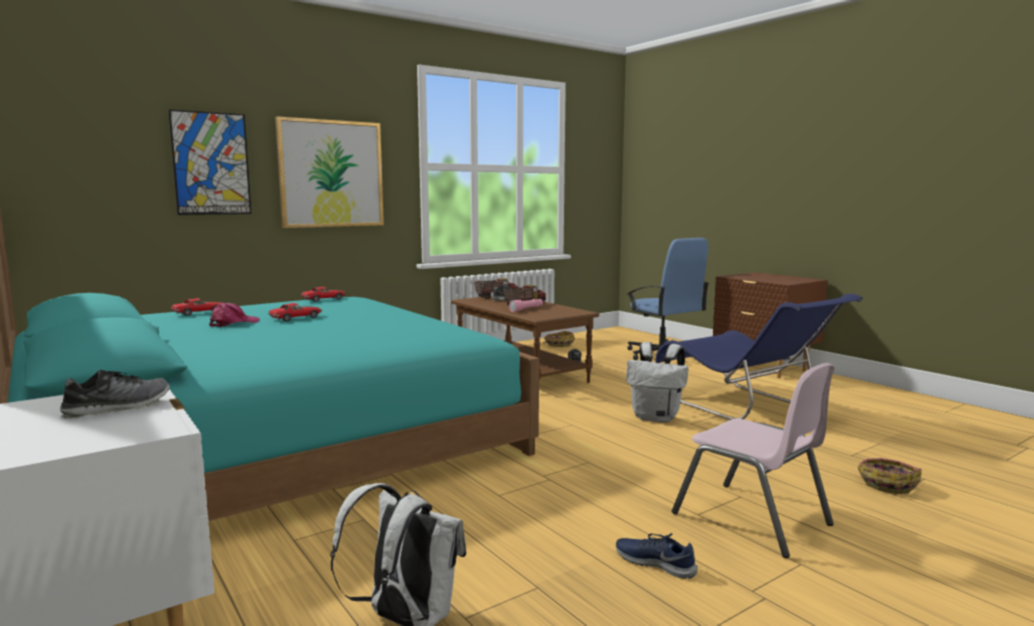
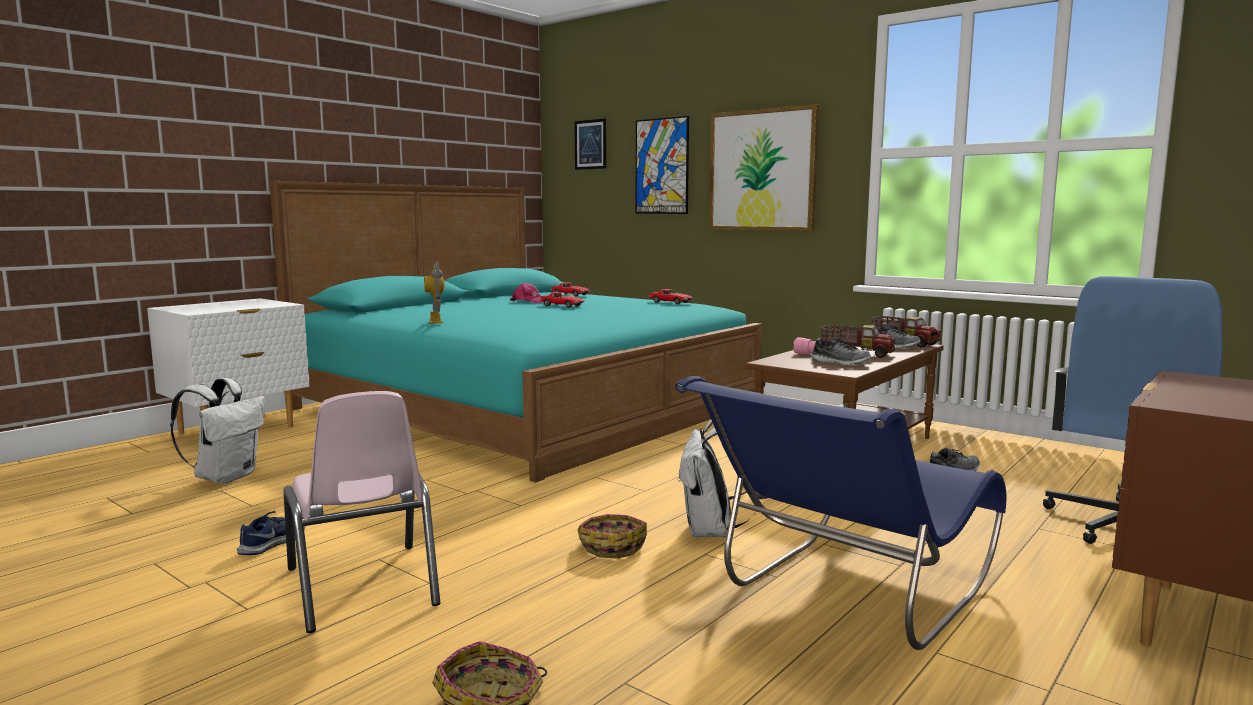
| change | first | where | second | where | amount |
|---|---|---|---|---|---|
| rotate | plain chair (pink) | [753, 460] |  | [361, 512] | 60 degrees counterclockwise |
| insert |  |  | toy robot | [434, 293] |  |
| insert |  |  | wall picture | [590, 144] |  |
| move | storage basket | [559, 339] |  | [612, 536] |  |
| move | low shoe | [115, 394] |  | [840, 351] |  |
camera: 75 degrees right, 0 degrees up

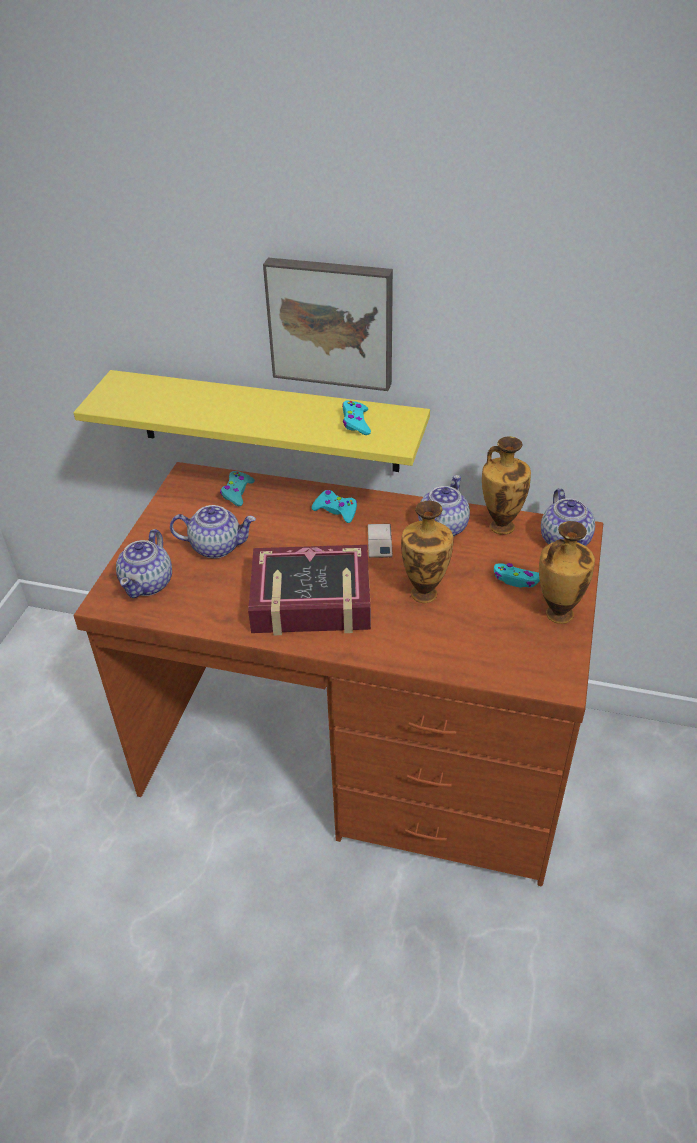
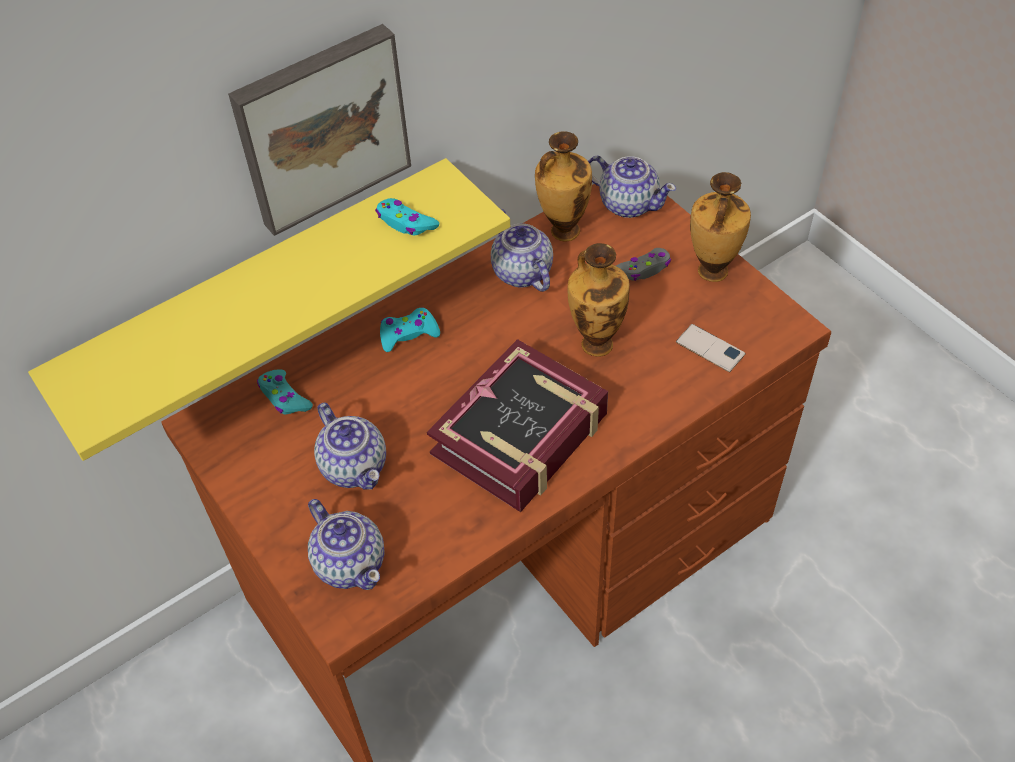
| change | first | where | second | where | amount |
|---|---|---|---|---|---|
| rotate | teapot | [213, 532] |  | [350, 446] | 105 degrees clockwise |
| recolor | joypad (turquoise) | [517, 575] | joypad (gray) | [643, 264] |  |
| move | phone | [380, 541] |  | [711, 348] |  |
camera: 50 degrees left, 10 degrees up

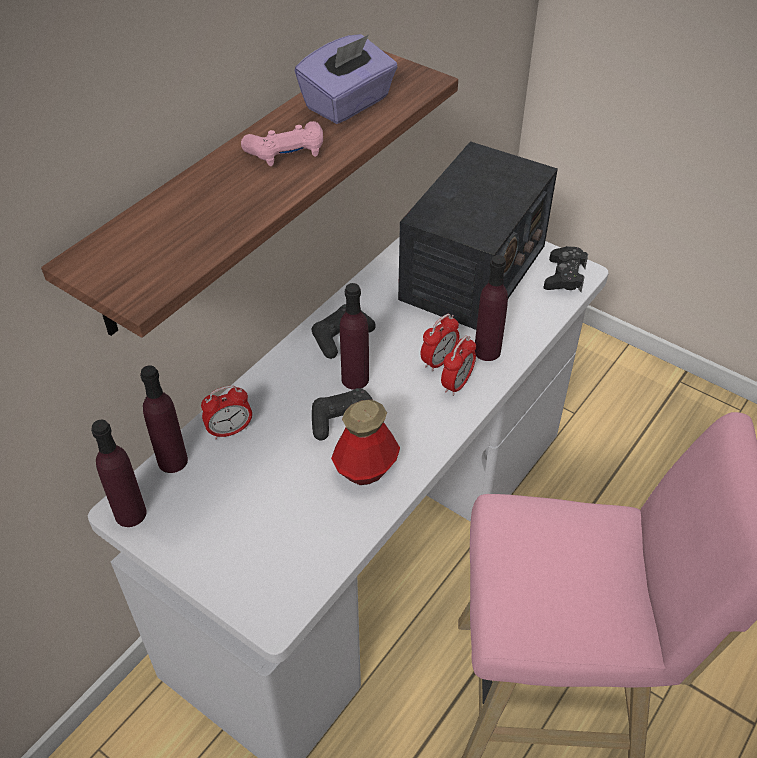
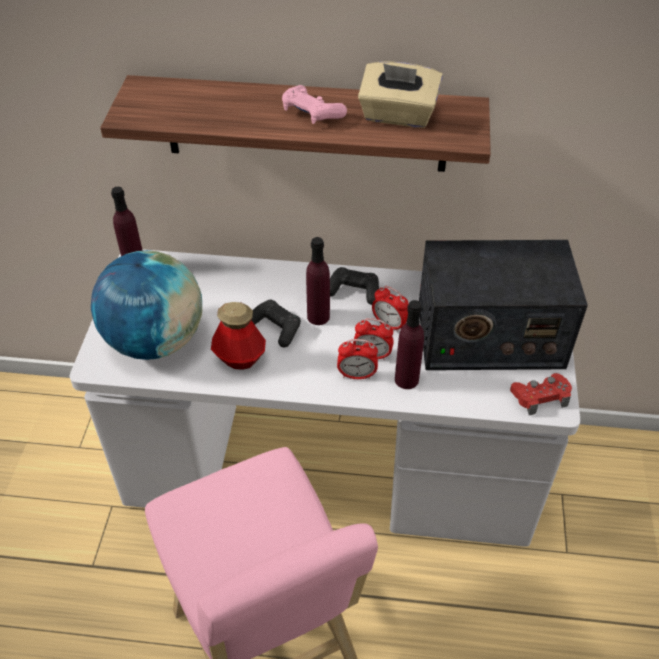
| change | first | where | second | where | amount |
|---|---|---|---|---|---|
| insert |  |  | desk globe | [146, 305] |  |
| recolor | tissue holder (purplish) | [346, 79] | tissue holder (beige-coloured) | [400, 95] |  |
| move | table clock | [226, 412] |  | [390, 309] |  |
| recolor | joypad (blackish) | [566, 269] | joypad (red-coloured) | [541, 394] |  |
| delete | drink bottle (purplish) | [164, 419] |  |  |  |
camera: 60 degrees right, 0 degrees up

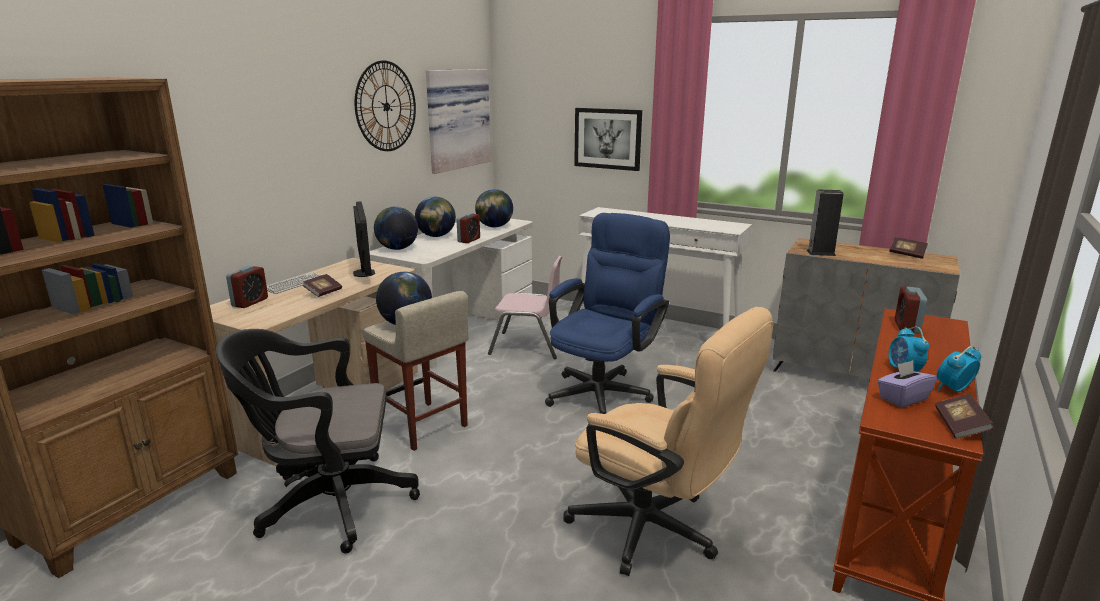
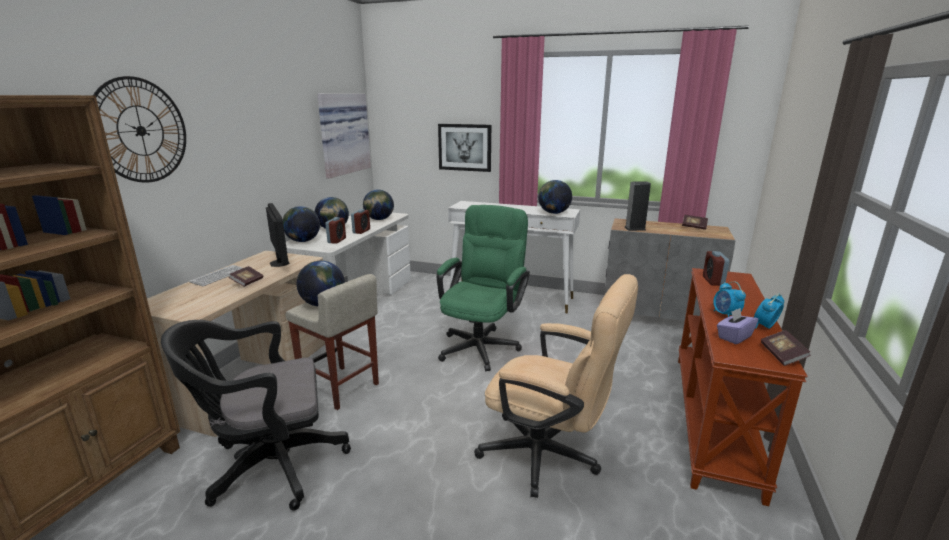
| change | first | where | second | where | amount |
|---|---|---|---|---|---|
| move | clock on the wall | [385, 105] |  | [139, 129] |  |
| move | table clock | [247, 287] |  | [335, 230] |  |
| recolor | computer chair (blue-coloured) | [607, 313] | computer chair (greenish) | [483, 288] |  |
| insert |  |  | desk globe | [555, 197] |  |
| delete | plain chair (pink) | [525, 307] |  |  |  |
camera: 10 degrees left, 0 degrees up

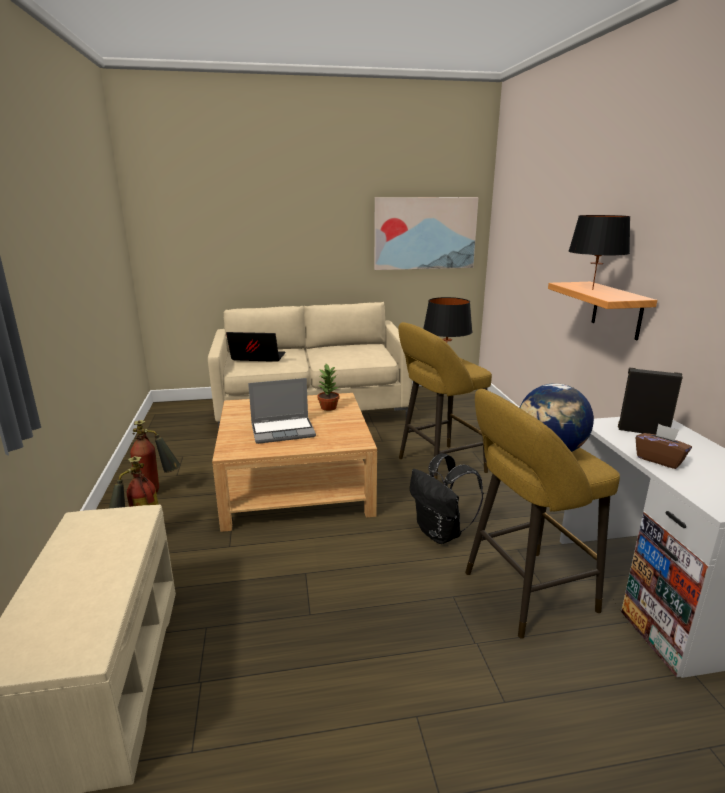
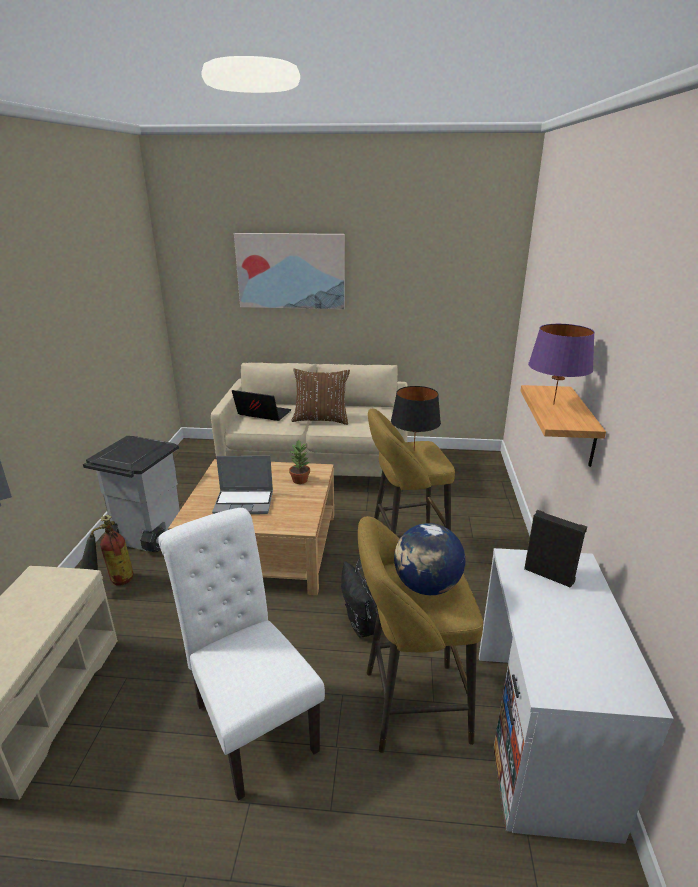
| change | first | where | second | where | amount |
|---|---|---|---|---|---|
| replace | extinguisher | [155, 456] | rubbish bin (gray) | [131, 494] |  |
| insert |  |  | plain chair (white) | [241, 654] |  |
| move | wall picture | [426, 233] |  | [289, 271] |  |
| insert |  |  | pillow (brownish) | [320, 397] |  |
| recolor | lamp for a table (blackish) | [599, 252] | lamp for a table (purplish) | [561, 364] |  |
| delete | tissue holder (brownish) | [664, 446] |  |  |  |
camera: 15 degrees right, 5 degrees up

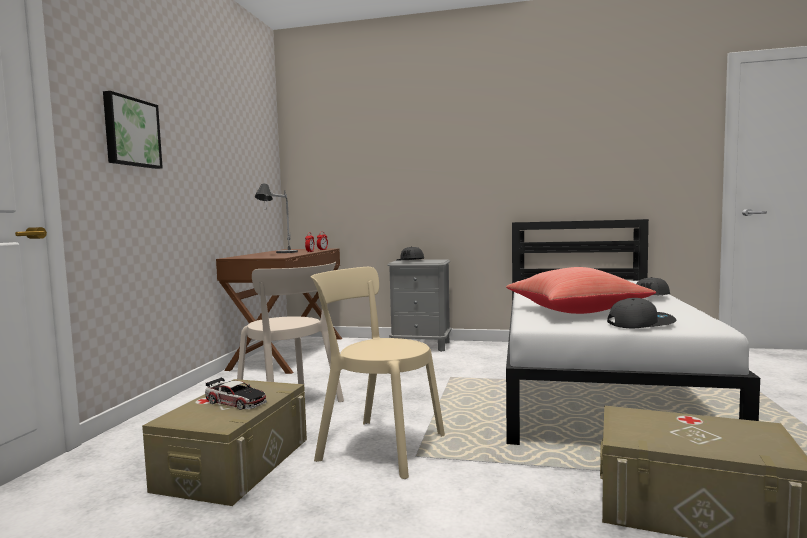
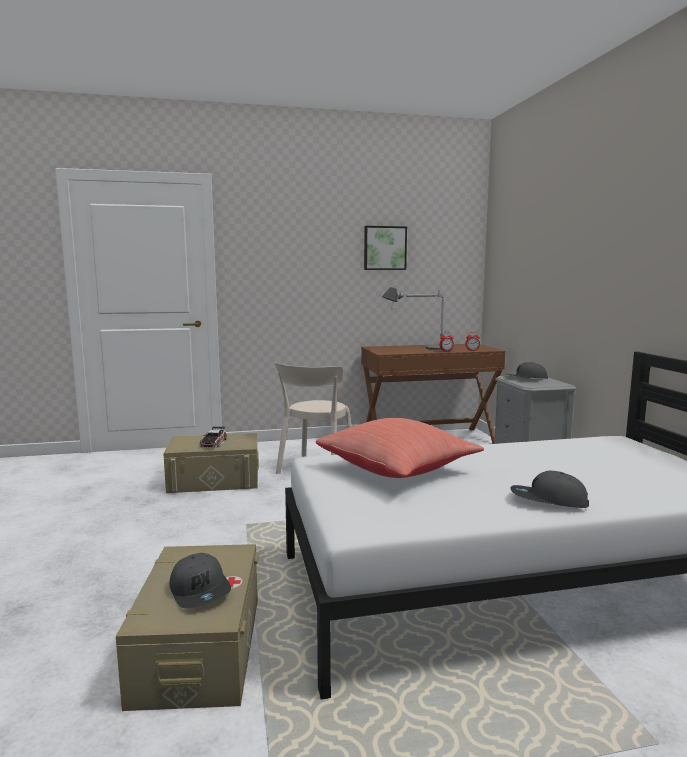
| change | first | where | second | where | amount |
|---|---|---|---|---|---|
| move | baseball cap (gray) | [642, 313] |  | [200, 581] |  |
| move | wall picture | [133, 130] |  | [385, 248] |  |
| delete | plain chair (beige-coloured) | [378, 373] |  |  |  |
camera: 65 degrees right, 5 degrees up

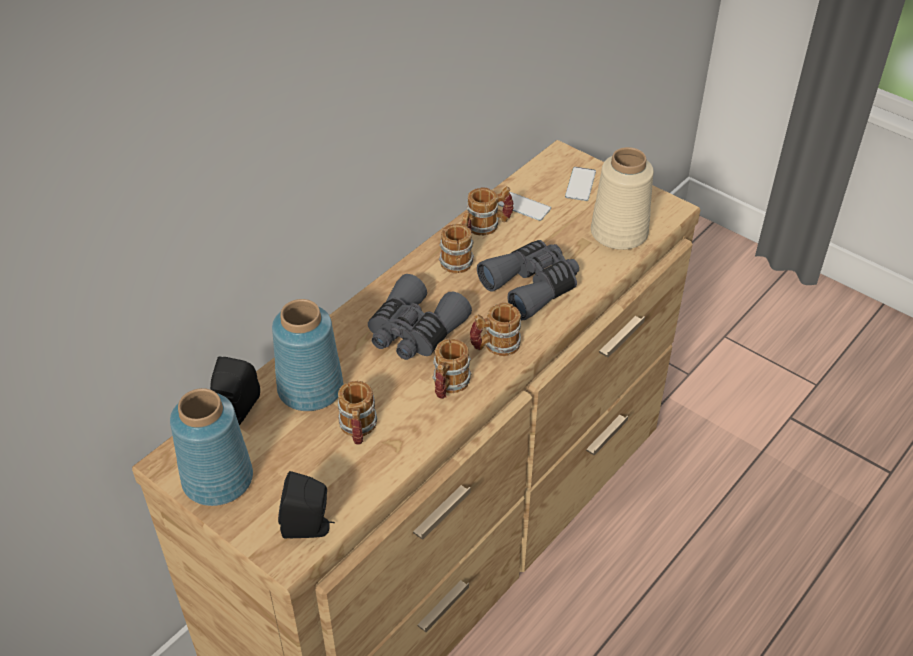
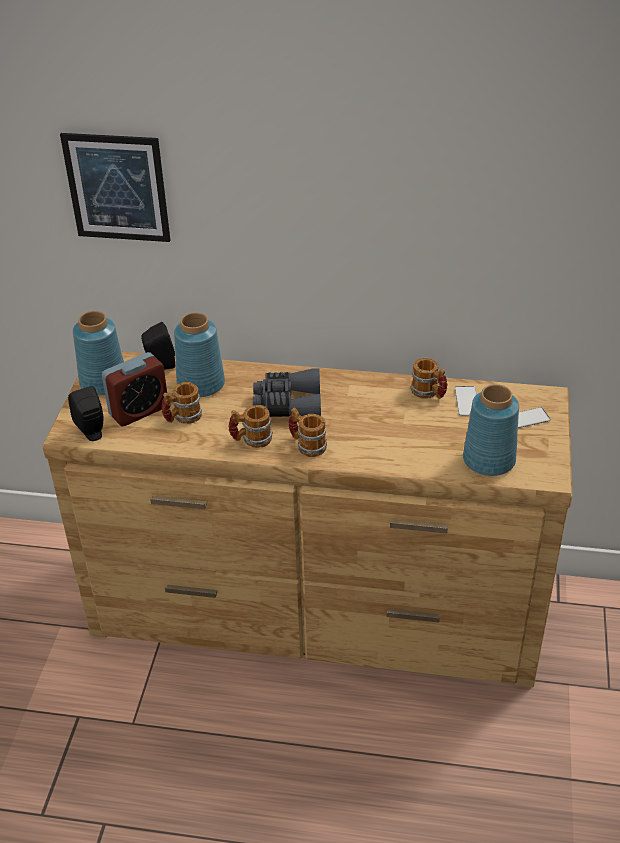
| change | first | where | second | where | amount |
|---|---|---|---|---|---|
| insert |  |  | wall picture | [115, 187] |  |
| insert |  |  | table clock | [134, 389] |  |
| recolor | vase (beige-coloured) | [622, 198] | vase (blue-coloured) | [491, 430] |  |
| delete | mug | [456, 242] |  |  |  |
| delete | pair of binoculars (gray) | [528, 280] |  |  |  |
camera: 60 degrees right, 5 degrees down

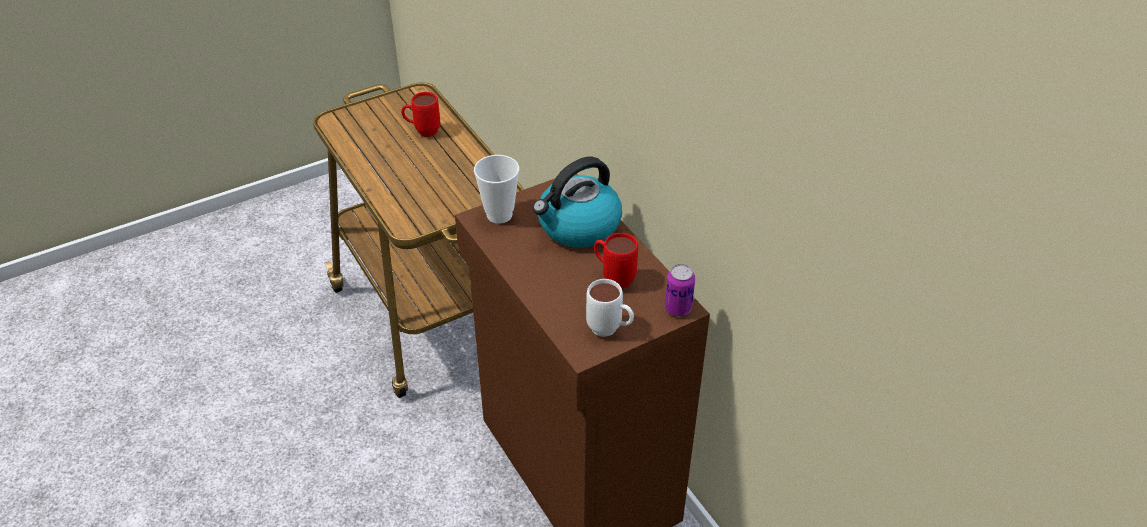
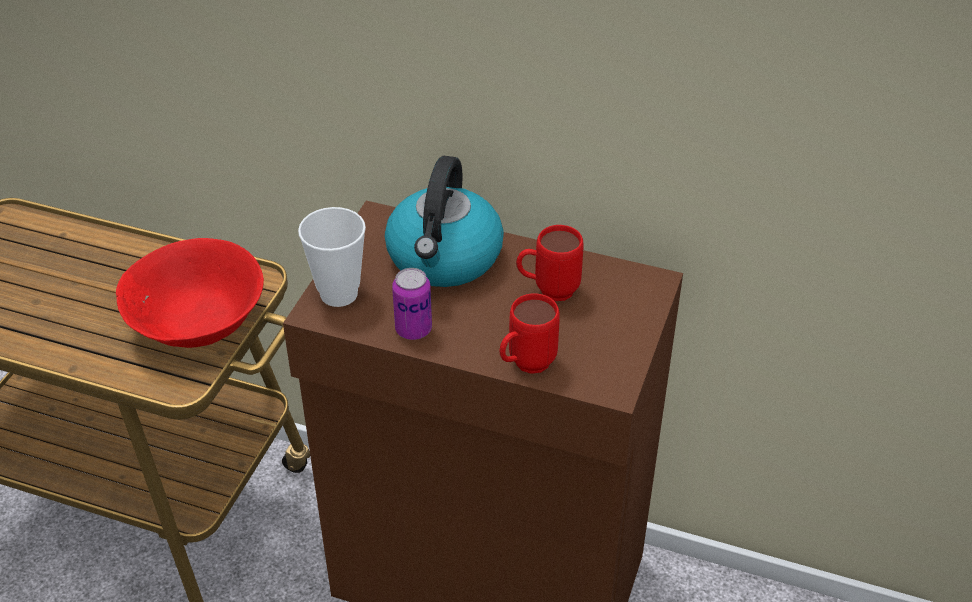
| change | first | where | second | where | amount |
|---|---|---|---|---|---|
| insert |  |  | deep dish (red-coloured) | [190, 293] |  |
| move | metal can | [680, 290] |  | [412, 304] |  |
| move | mug (red-coloured) | [420, 114] |  | [529, 333] |  |
| delete | mug (white) | [610, 308] |  |  |  |
camera: 40 degrees left, 0 degrees up

